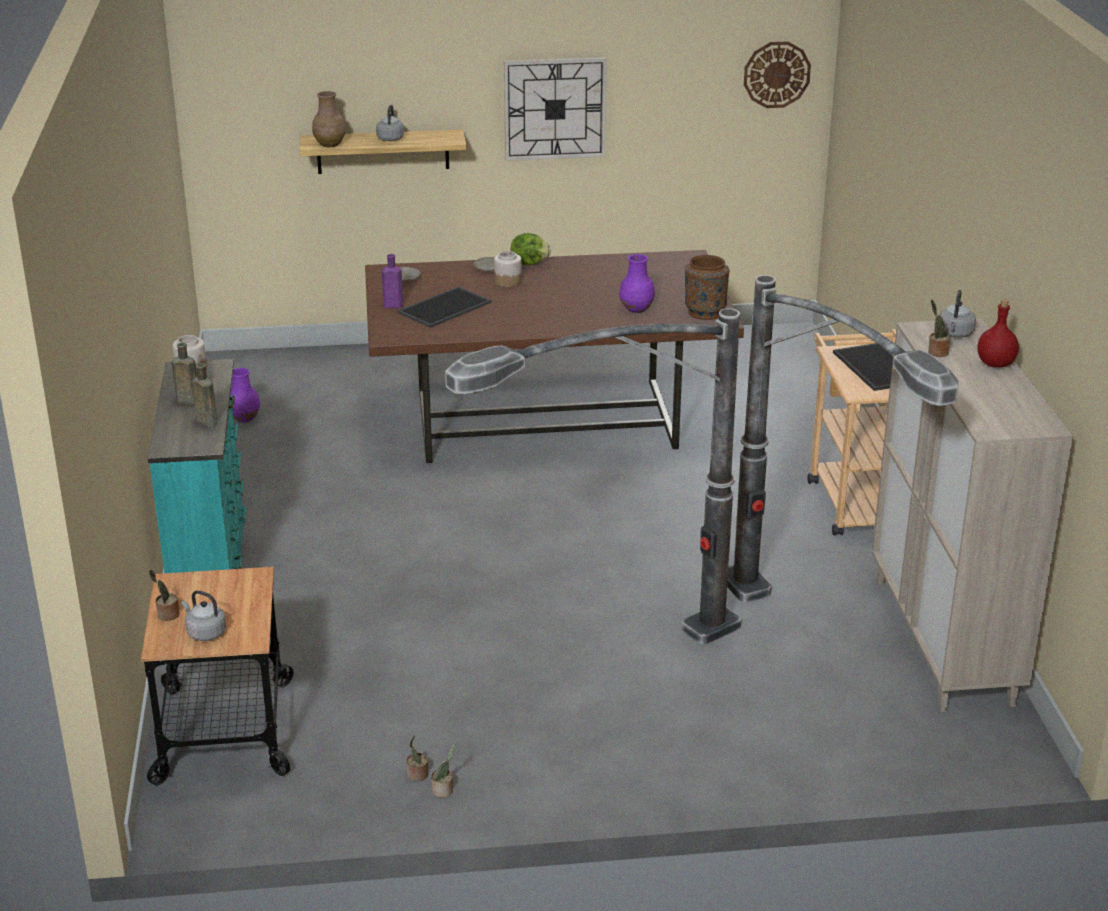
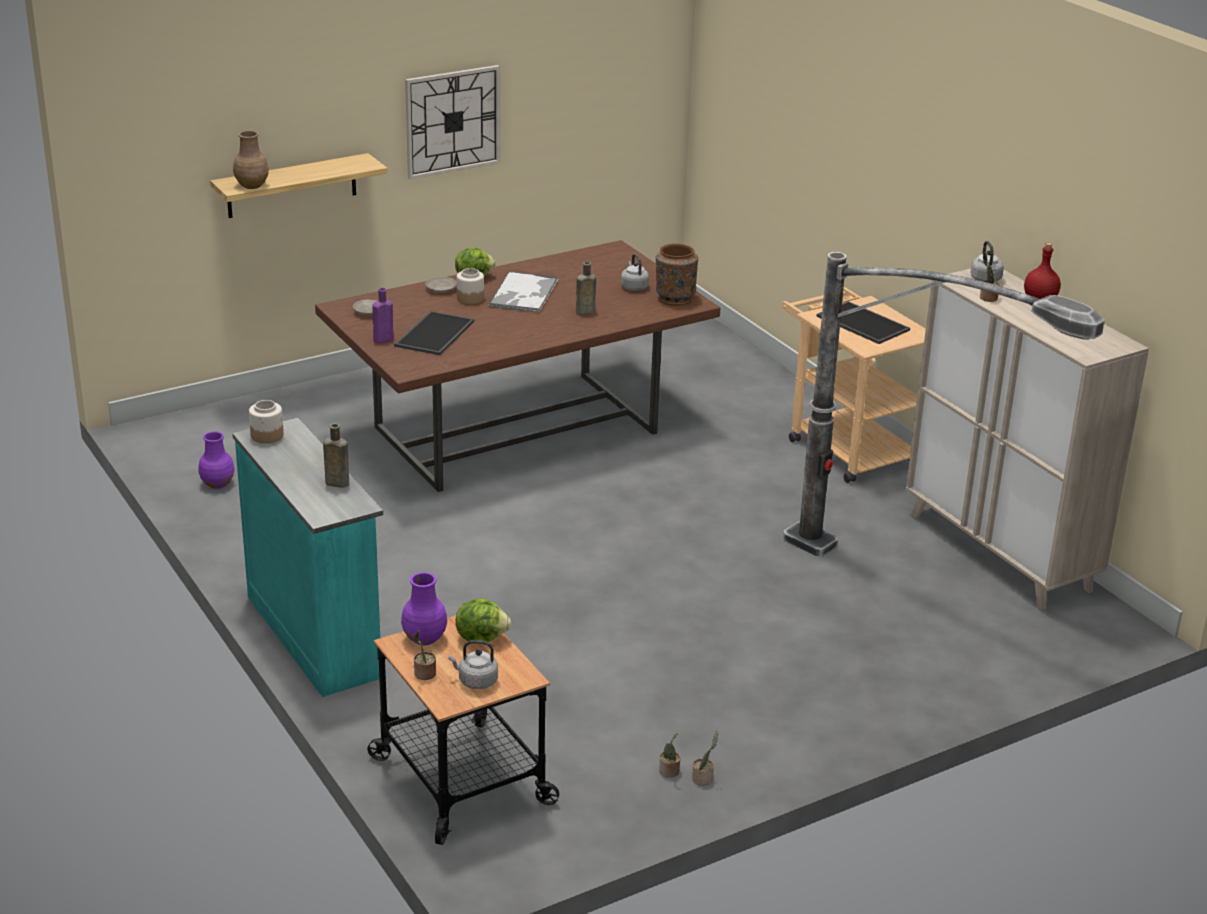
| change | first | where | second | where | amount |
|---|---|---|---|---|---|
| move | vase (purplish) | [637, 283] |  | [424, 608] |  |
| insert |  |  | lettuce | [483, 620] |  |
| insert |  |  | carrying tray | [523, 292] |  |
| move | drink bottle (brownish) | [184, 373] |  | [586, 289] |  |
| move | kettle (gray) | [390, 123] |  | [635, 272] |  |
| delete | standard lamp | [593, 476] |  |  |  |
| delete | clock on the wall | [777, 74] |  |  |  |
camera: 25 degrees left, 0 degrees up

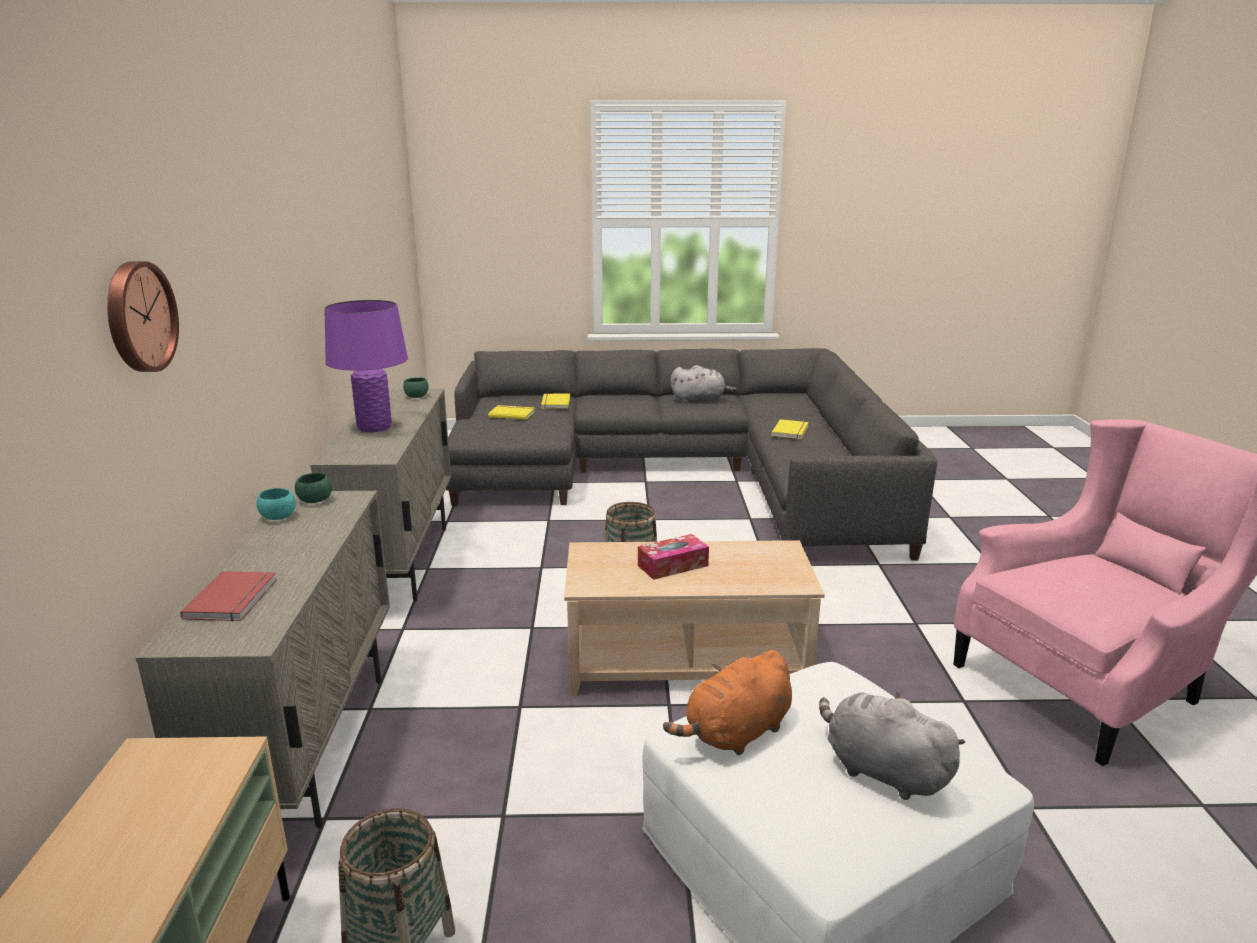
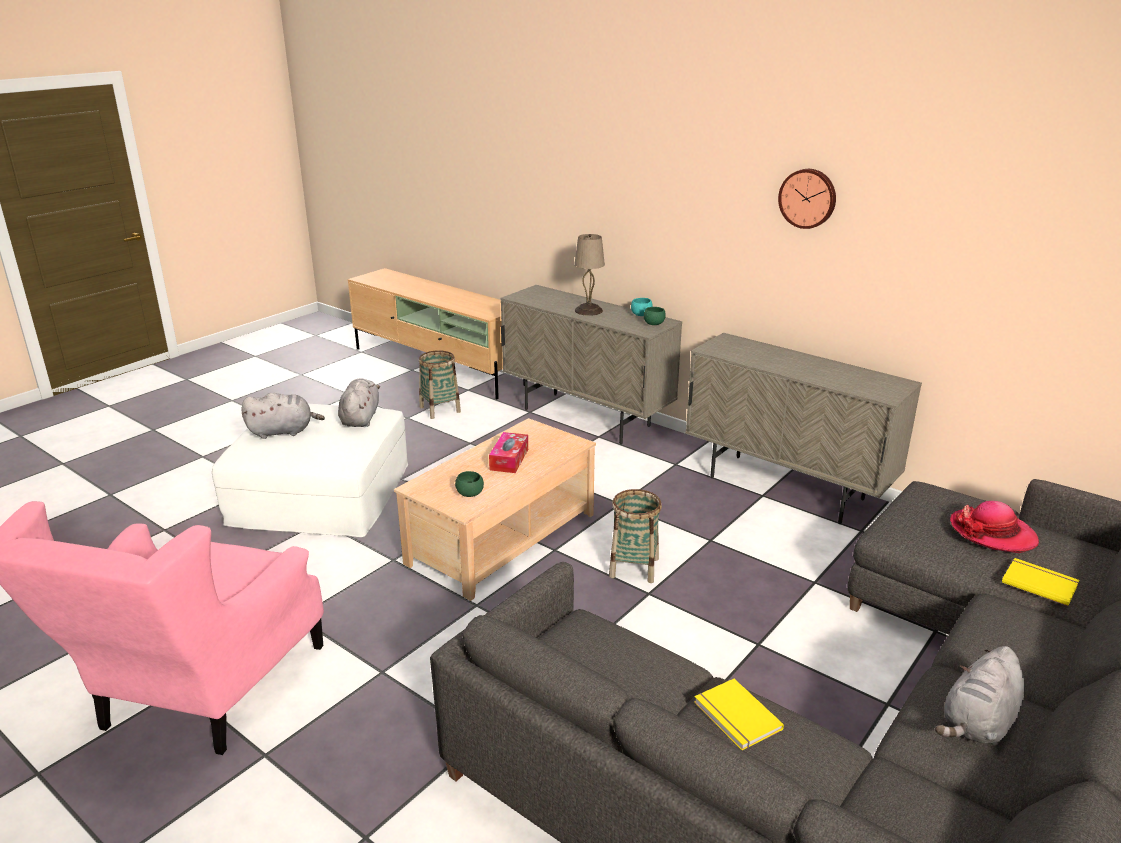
| change | first | where | second | where | amount |
|---|---|---|---|---|---|
| recolor | soft toy (orange) | [727, 702] | soft toy (gray) | [359, 402] |  |
| move | deep dish (greenish) | [416, 387] |  | [469, 484] |  |
| insert |  |  | lamp for a table (beige-coloured) | [589, 275] |  |
| move | clock on the wall | [143, 316] |  | [807, 199] |  |
| replace | book (yellowish) | [511, 412] | clothing hat | [994, 527] |  |
| delete | book (red-coloured) | [228, 596] |  |  |  |
| delete | lamp for a table (purplish) | [366, 366] |  |  |  |
camera: 130 degrees right, 5 degrees up

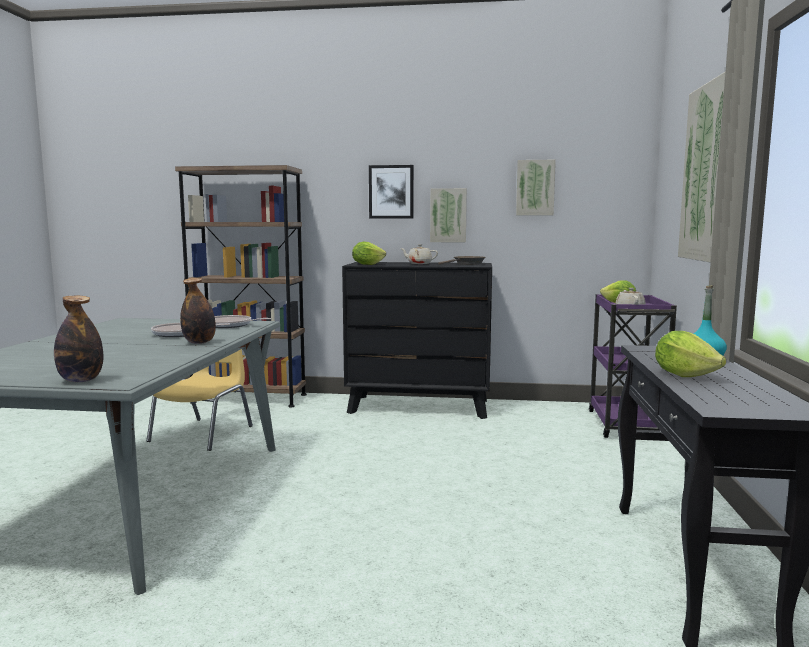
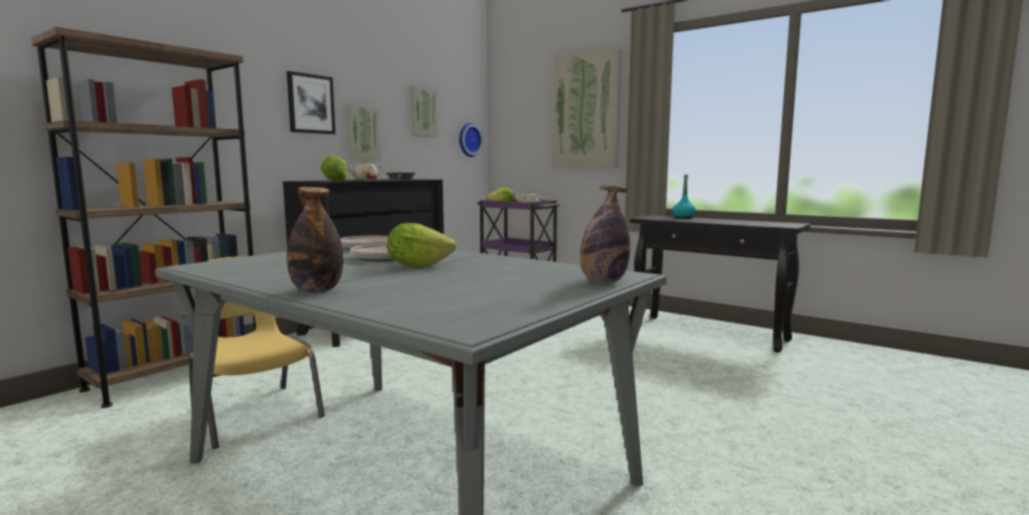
| change | first | where | second | where | amount |
|---|---|---|---|---|---|
| move | drink bottle | [198, 311] |  | [315, 240] |  |
| move | lettuce | [690, 354] |  | [422, 245] |  |
| insert |  |  | clock on the wall | [471, 140] |  |
camera: 60 degrees left, 0 degrees up

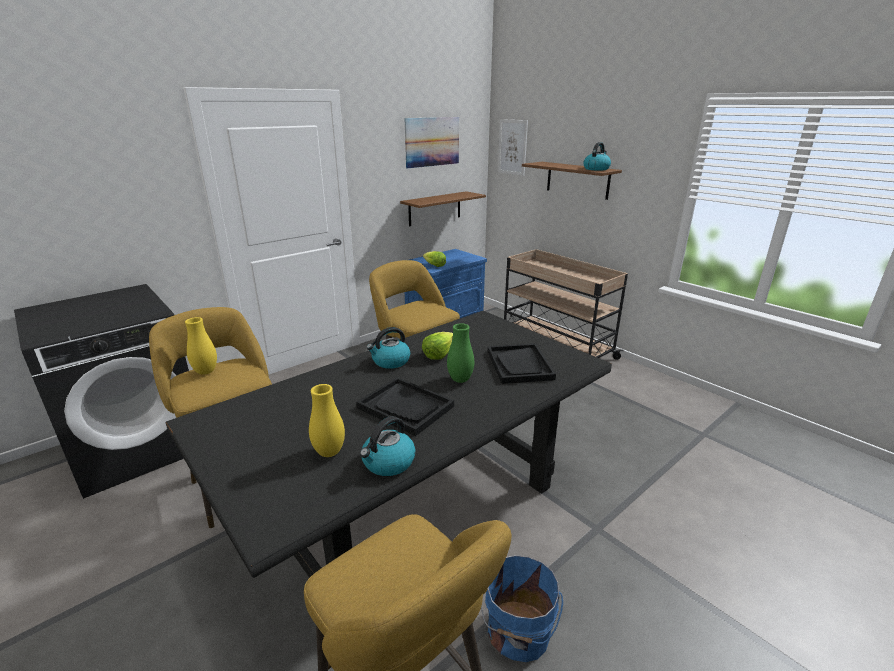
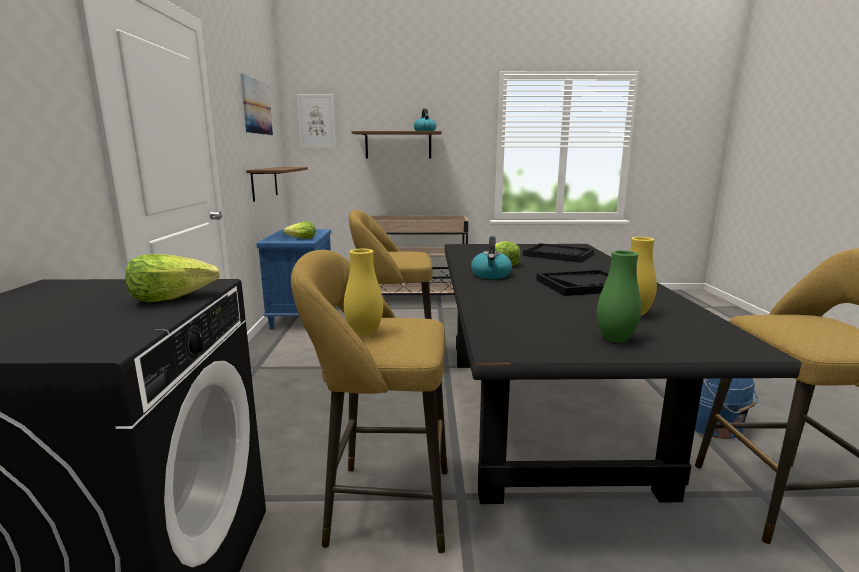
| change | first | where | second | where | amount |
|---|---|---|---|---|---|
| insert |  |  | lettuce | [172, 278] |  |
| move | vase (greenish) | [460, 353] |  | [619, 296] |  |
| delete | kettle | [387, 446] |  |  |  |
camera: 50 degrees left, 10 degrees down

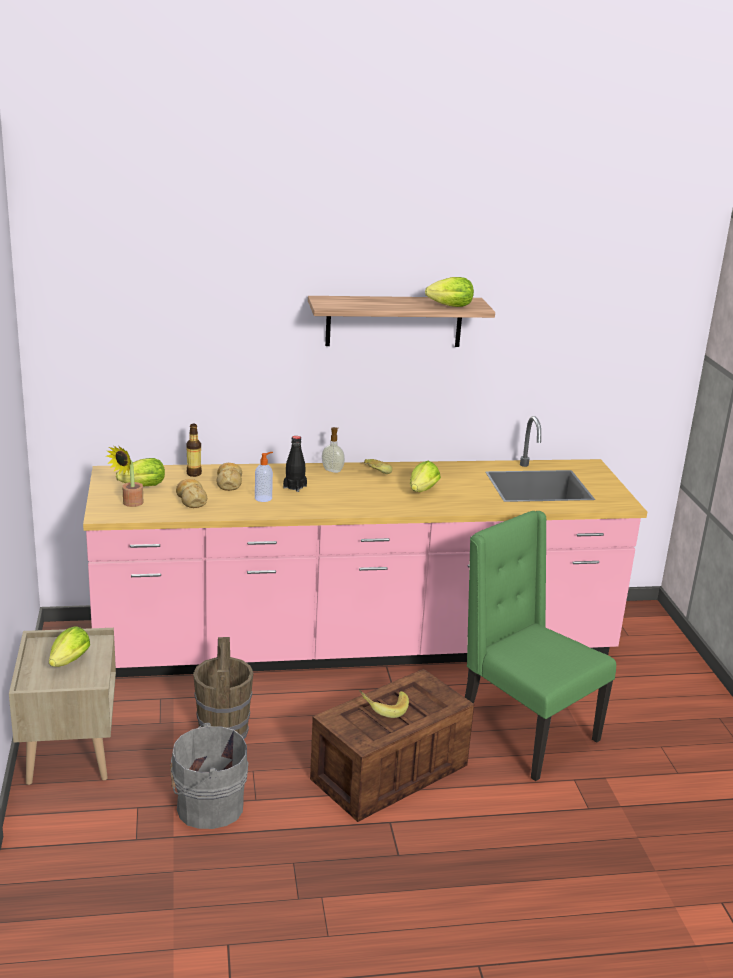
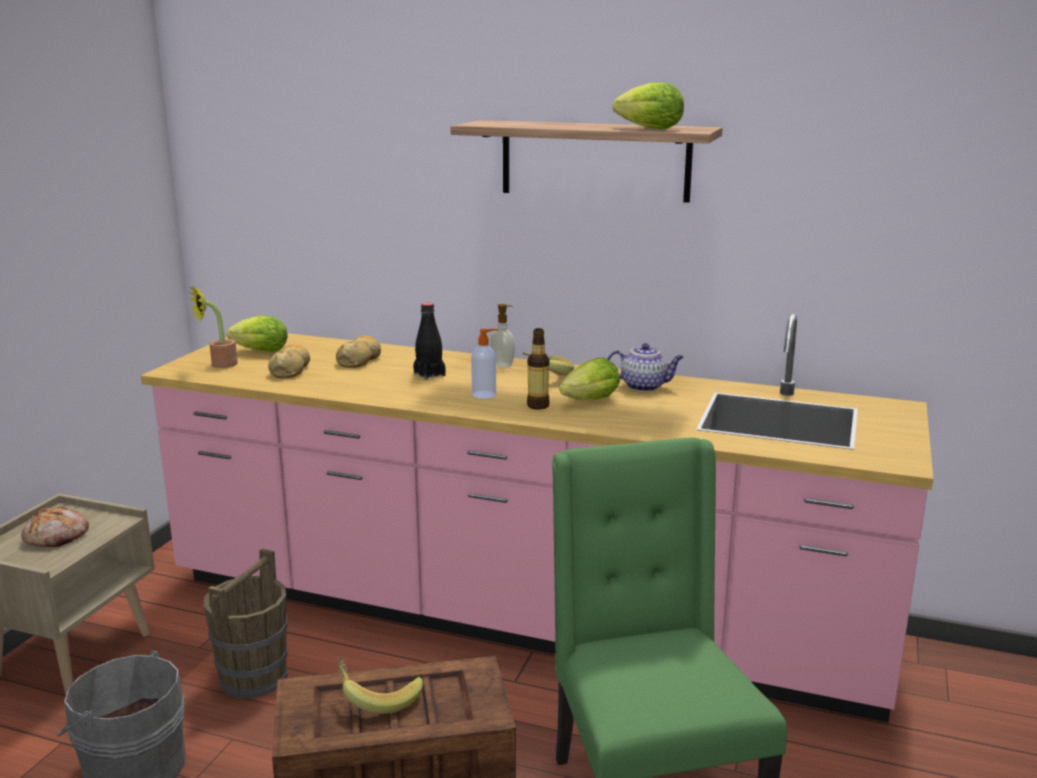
| change | first | where | second | where | amount |
|---|---|---|---|---|---|
| replace | lettuce | [69, 646] | bakery bread | [55, 527] |  |
| move | soap bottle | [264, 477] |  | [484, 364] |  |
| move | drink bottle | [194, 450] |  | [538, 369] |  |
| insert |  |  | teapot | [645, 367] |  |
camera: 30 degrees right, 5 degrees down

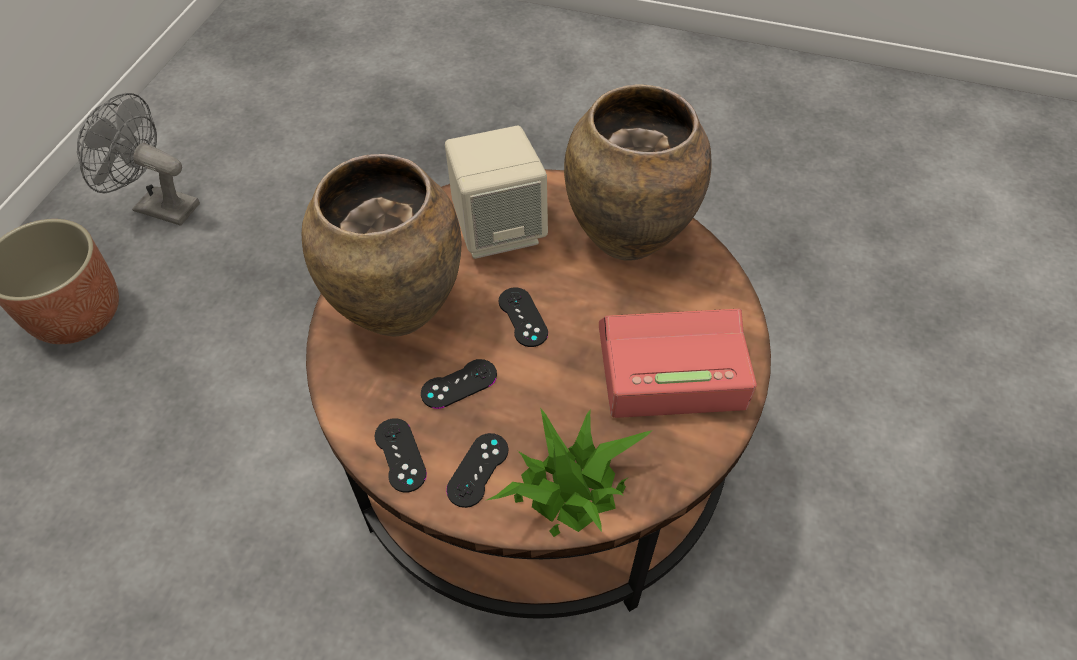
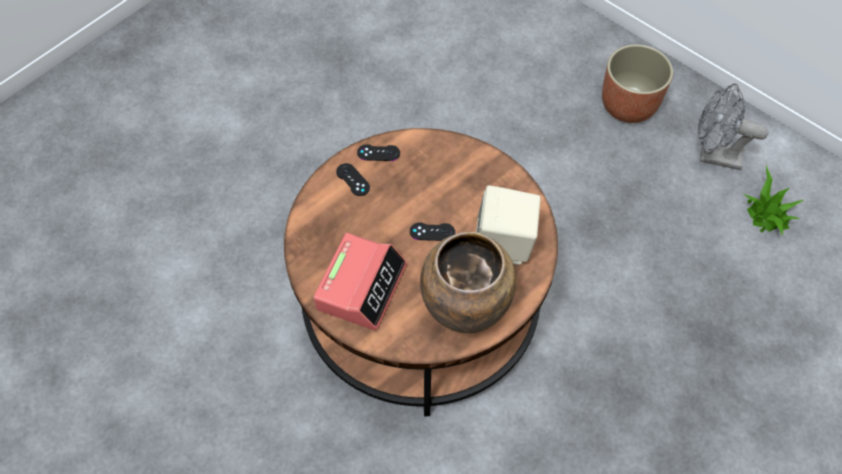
| change | first | where | second | where | amount |
|---|---|---|---|---|---|
| rotate | electric fan (gray) | [138, 159] |  | [733, 126] | 120 degrees counterclockwise |
| move | potted plant | [570, 472] |  | [773, 200] |  |
| delete | vase (brownish) | [381, 245] |  |  |  |
| delete | joypad (blackish) | [459, 384] |  |  |  |
camera: 115 degrees right, 5 degrees up

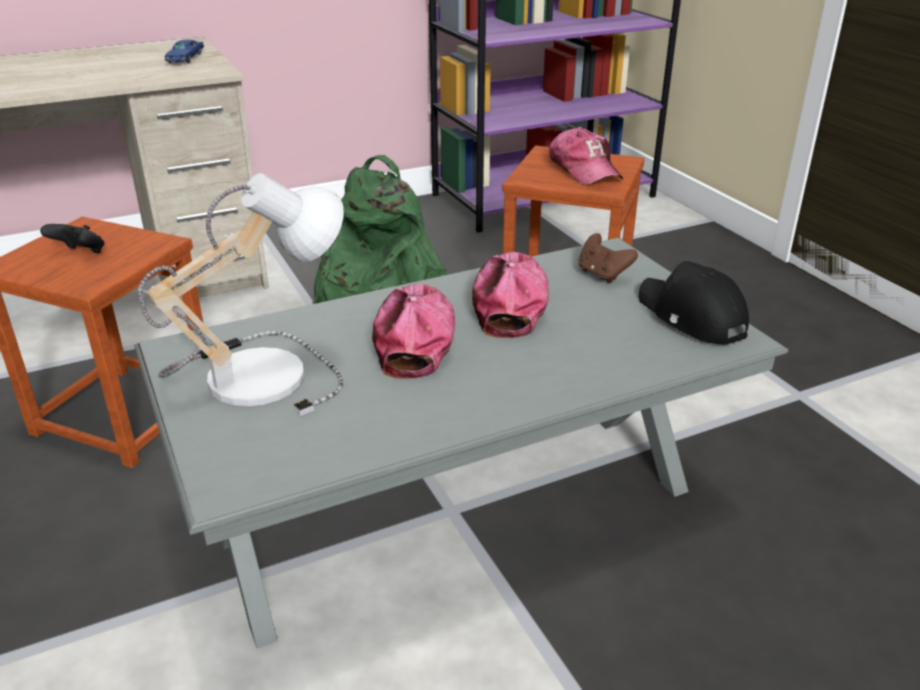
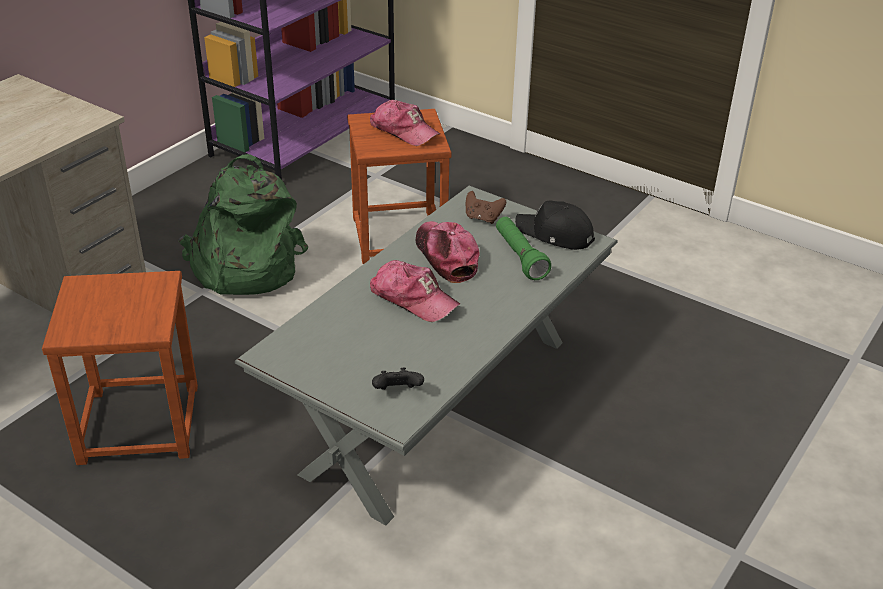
| change | first | where | second | where | amount |
|---|---|---|---|---|---|
| rotate | baseball cap | [413, 331] |  | [415, 291] | 150 degrees clockwise |
| move | joypad (blackish) | [72, 239] |  | [398, 379] |  |
| insert |  |  | torch (greenish) | [523, 248] |  |
| delete | lamp for a table | [241, 294] |  |  |  |
| delete | miniature car (blue-coloured) | [184, 52] |  |  |  |
camera: 30 degrees left, 5 degrees up

